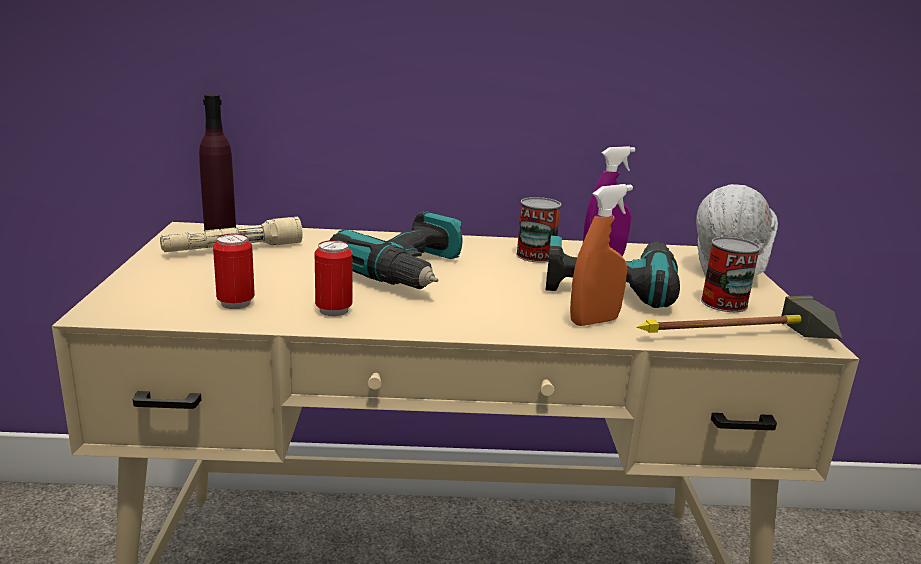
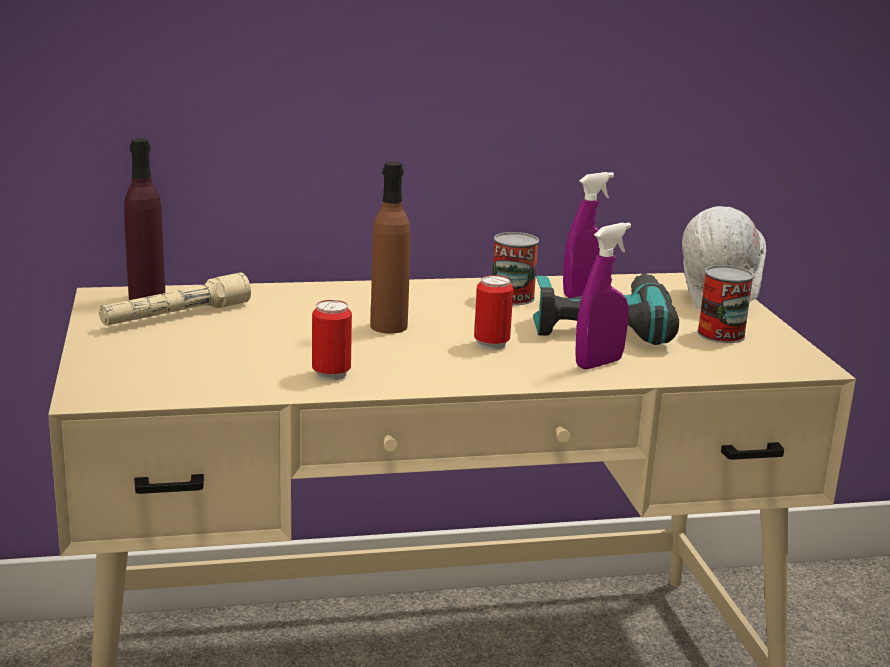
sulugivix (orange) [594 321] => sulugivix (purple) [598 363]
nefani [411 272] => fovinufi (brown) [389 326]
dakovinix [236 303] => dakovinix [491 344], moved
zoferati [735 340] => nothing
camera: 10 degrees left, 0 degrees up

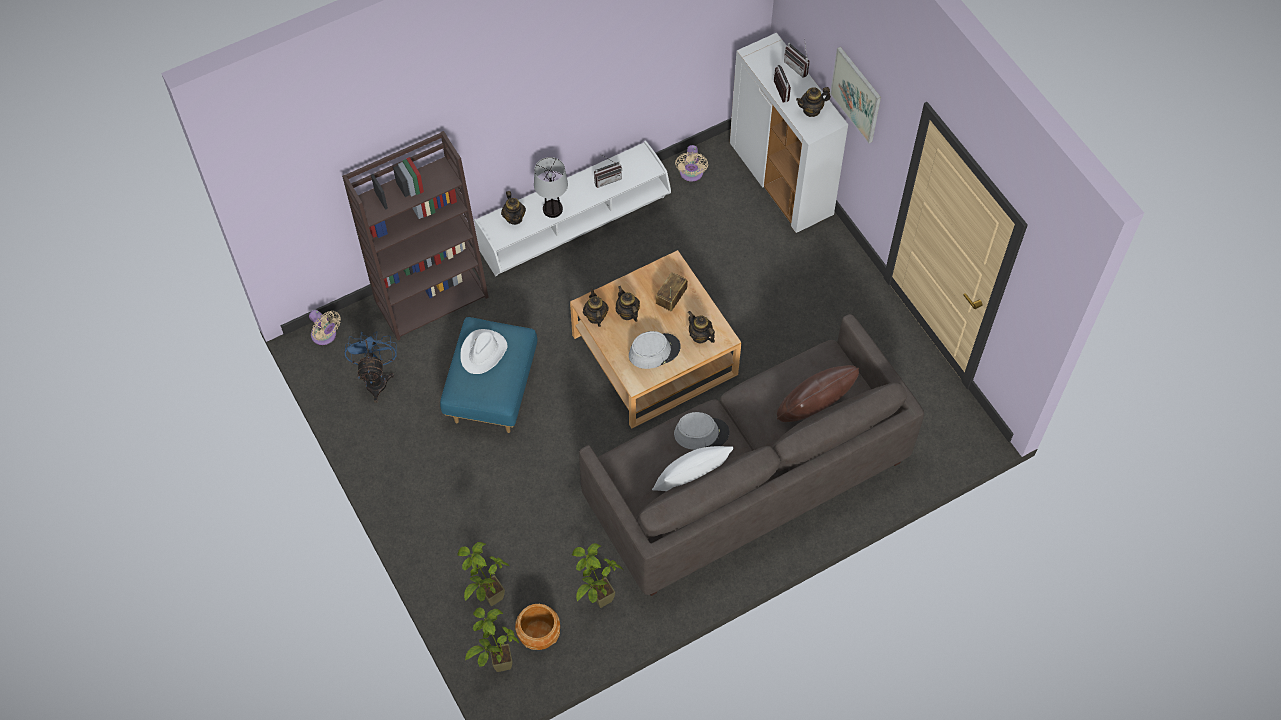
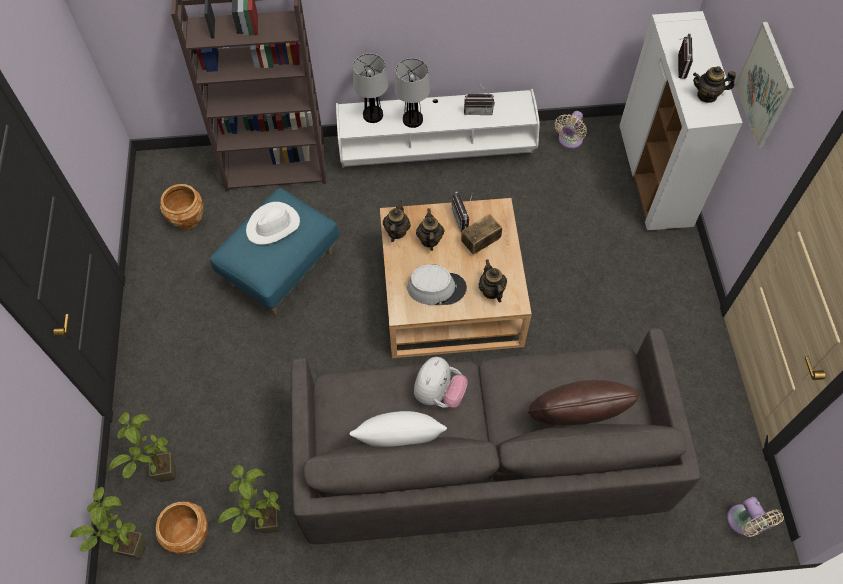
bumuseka [798 66] => bumuseka [463 219], moved
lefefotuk [514 218] => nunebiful [373 115]
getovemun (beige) [325 336] => getovemun (beige) [744 523], moved
getovemun (blue) [376 379] => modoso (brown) [187 218]
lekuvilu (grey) [701 433] => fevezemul [438 394]
camera: 25 degrees right, 0 degrees up

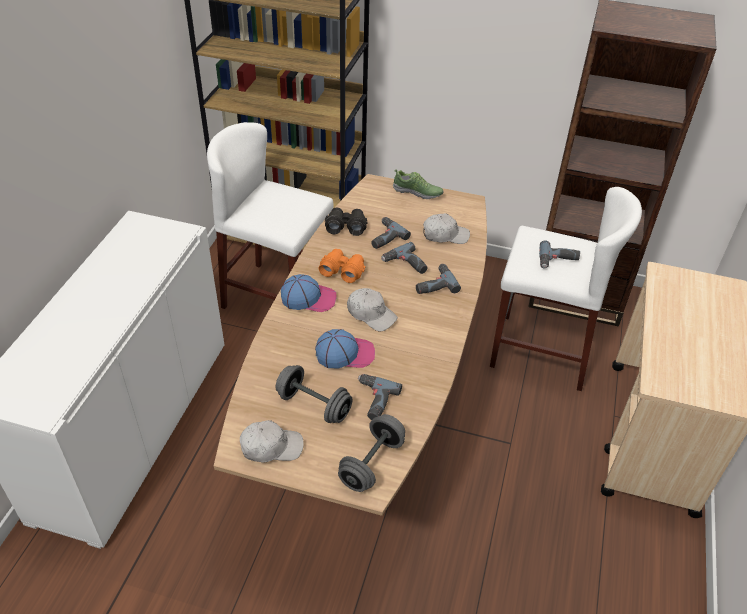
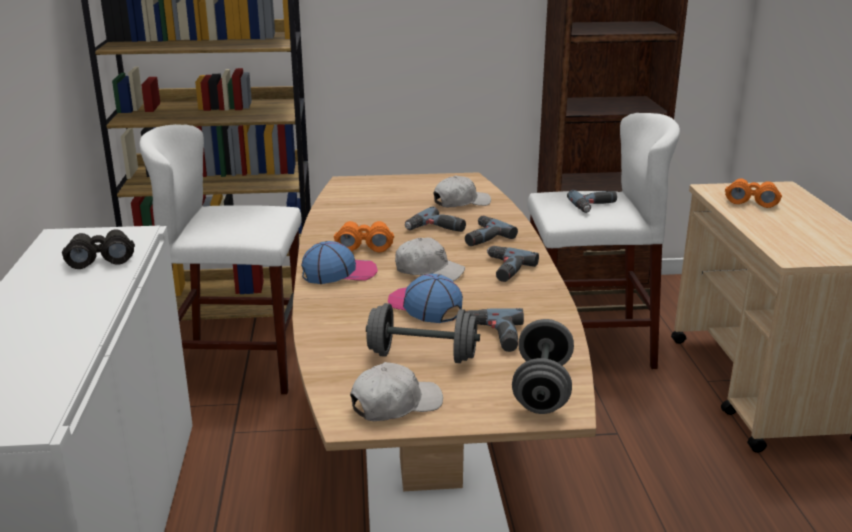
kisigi [417 192] => nothing
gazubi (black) [346 226] => gazubi (black) [100 259], moved
nefani [384 237] => nefani [503 269], moved
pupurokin [345 353] => pupurokin [424 306], 105 degrees counterclockwise
nothing => gazubi (orange) [751 201]
camera: 20 degrees left, 20 degrees down

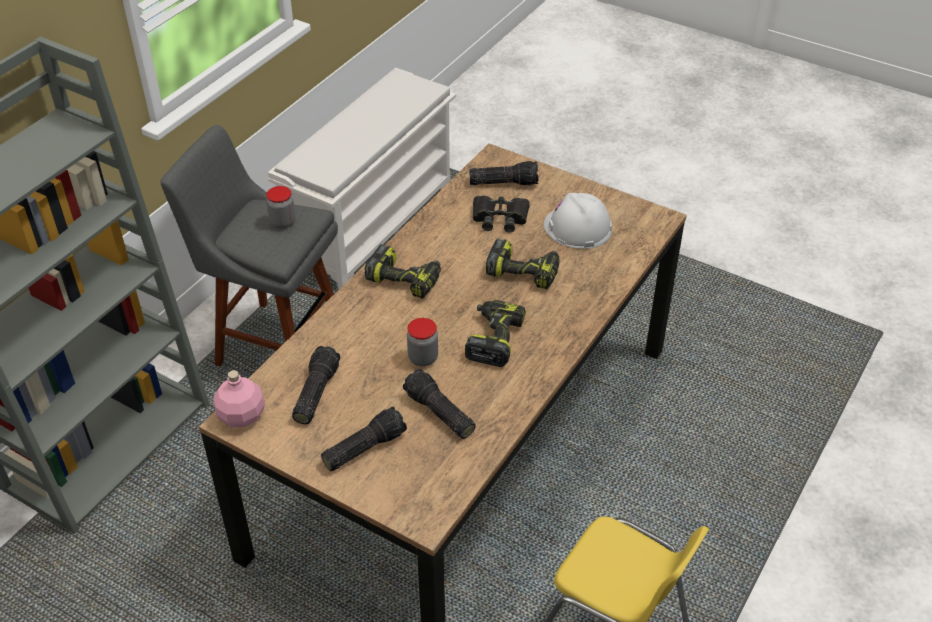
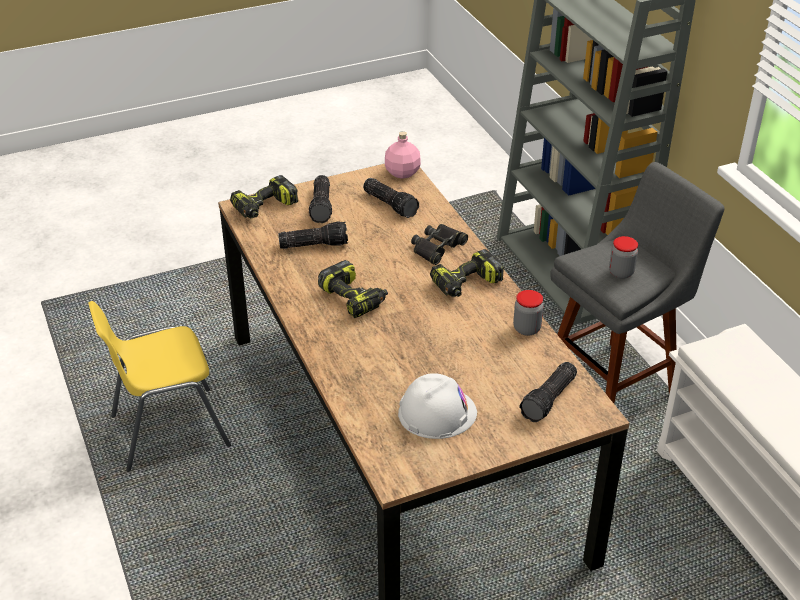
gazubi (black) [500 218] => gazubi (black) [437 248], moved
nefani [524 271] => nefani [265 208], moved
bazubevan [423 358] => bazubevan [526 328], moved
camera: 125 degrees right, 5 degrees down

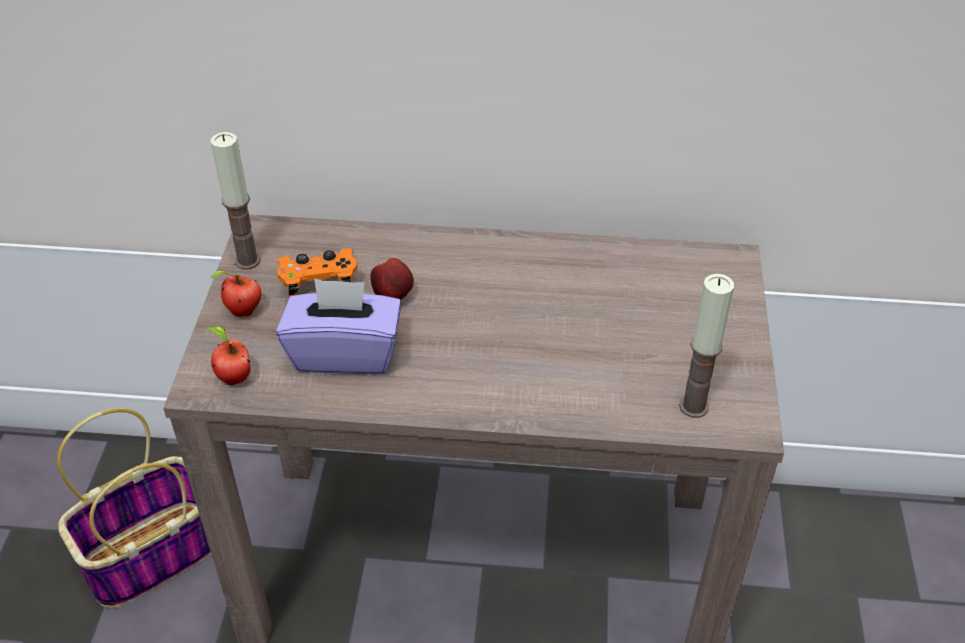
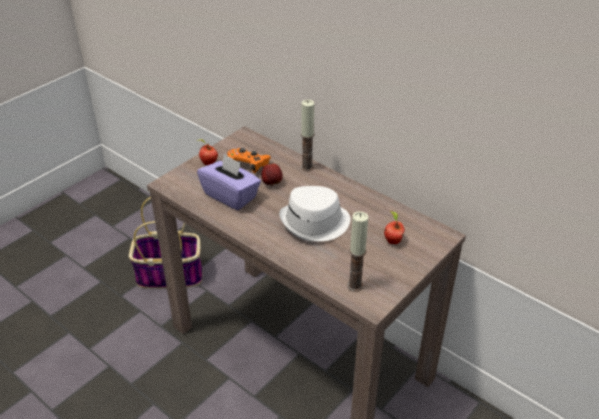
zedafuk [247 260] => zedafuk [307 167], moved
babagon [233 378] => babagon [392 241], moved
nothing => lekuvilu (white) [315 223]
camera: 35 degrees right, 5 degrees down

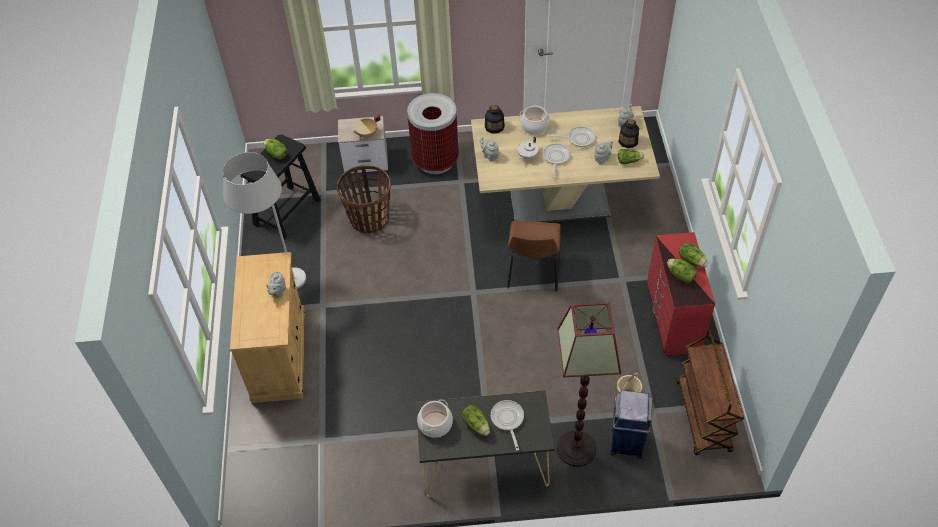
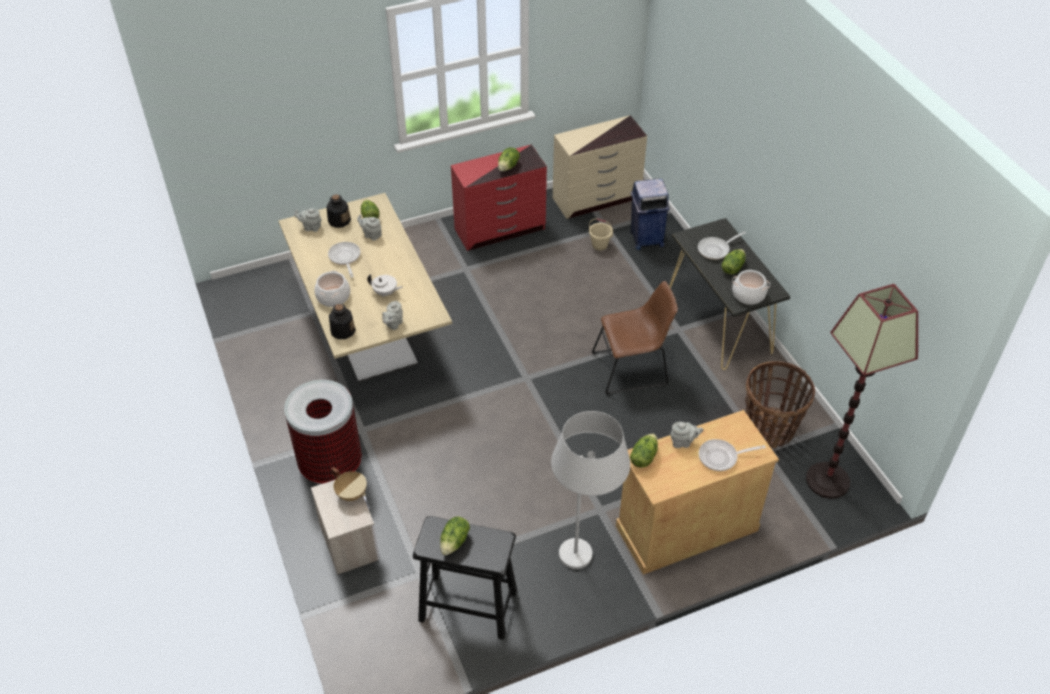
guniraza [555 158] => guniraza [721 457], moved
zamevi [369 219] => zamevi [770 428], moved
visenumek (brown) [533 271] => visenumek (brown) [633 368], moved
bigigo [691 260] => bigigo [643 457], moved
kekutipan [576 449] => kekutipan [827 480], moved
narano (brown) [703 417] => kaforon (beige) [597 199]
camera: 110 degrees left, 5 degrees down

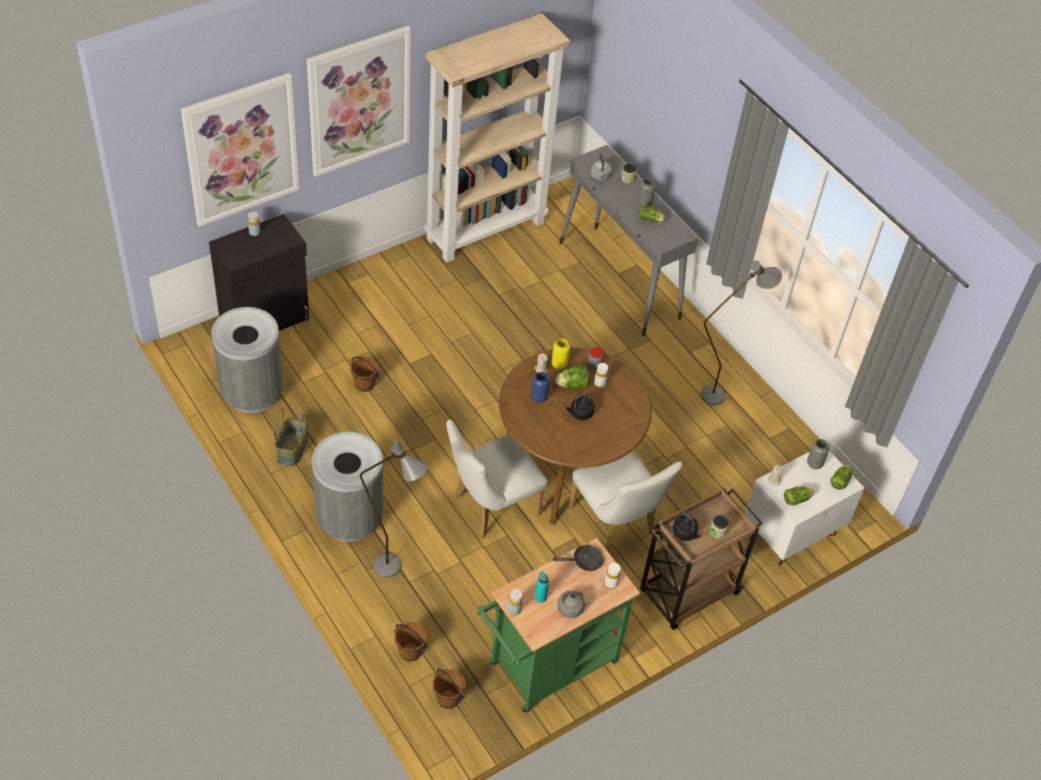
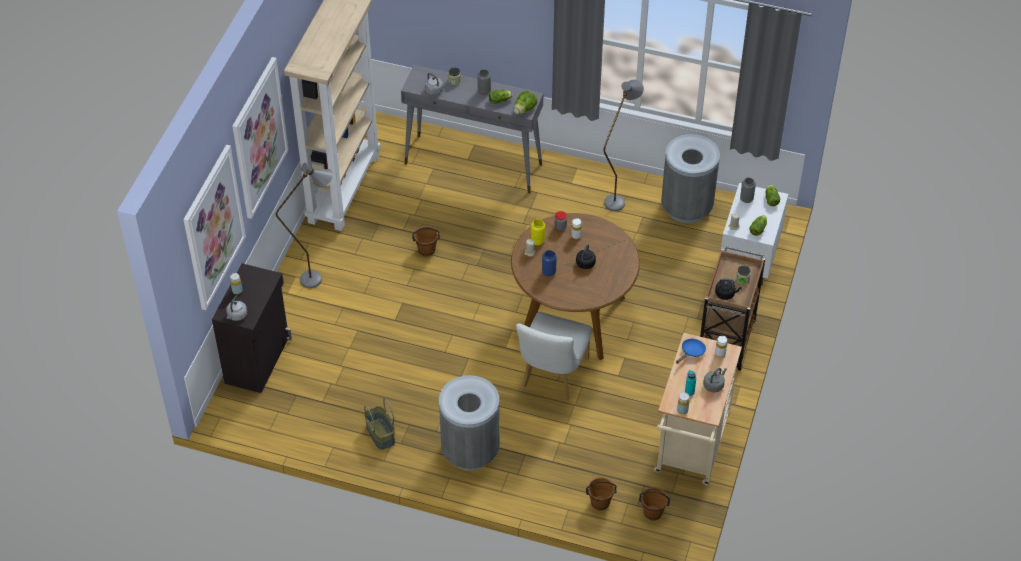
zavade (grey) [252 393] => zavade (grey) [686 207], moved
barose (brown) [365 384] => barose (brown) [426 250], moved
bigigo [572 385] => bigigo [524 109], moved
kekutipan (grey) [396 570] => kekutipan (grey) [319 278], moved
visenumek (white) [616 525] => nothing
narano (green) [546 668] => narano (beige) [691 449]
guniraza (black) [584 561] => guniraza (blue) [691 352]
nothing => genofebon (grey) [236 316]
camera: 35 degrees left, 0 degrees up

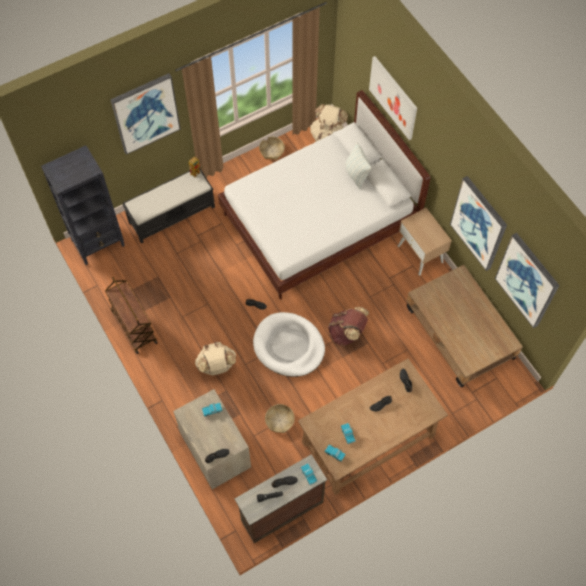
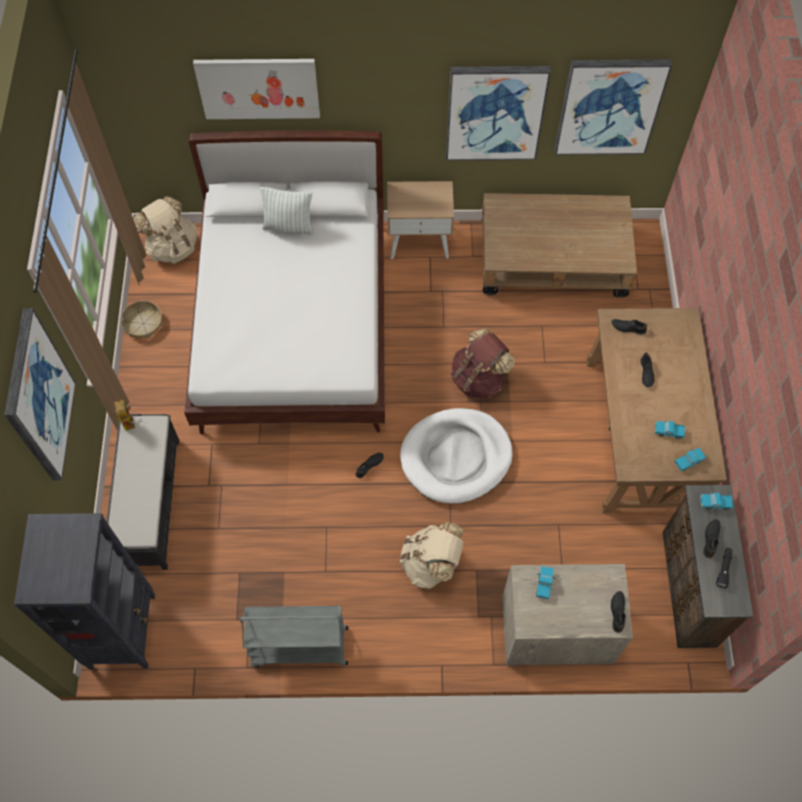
narano (brown) [134 326] => narano (grey) [299 647]
zamevi [279 420] => nothing
camera: 60 degrees left, 0 degrees up

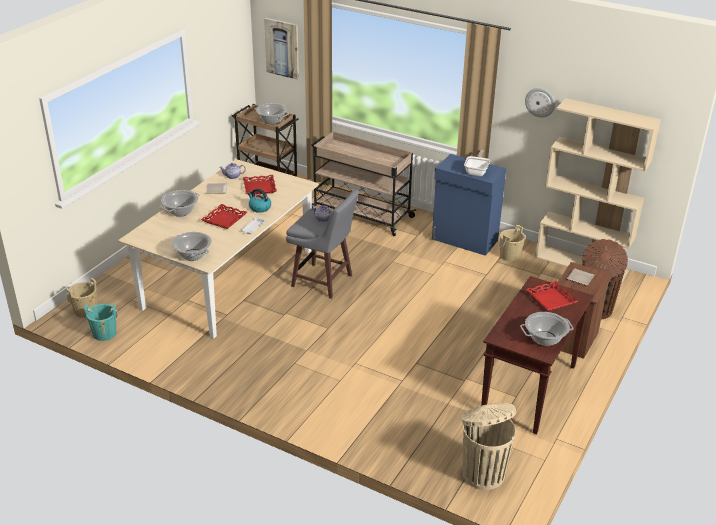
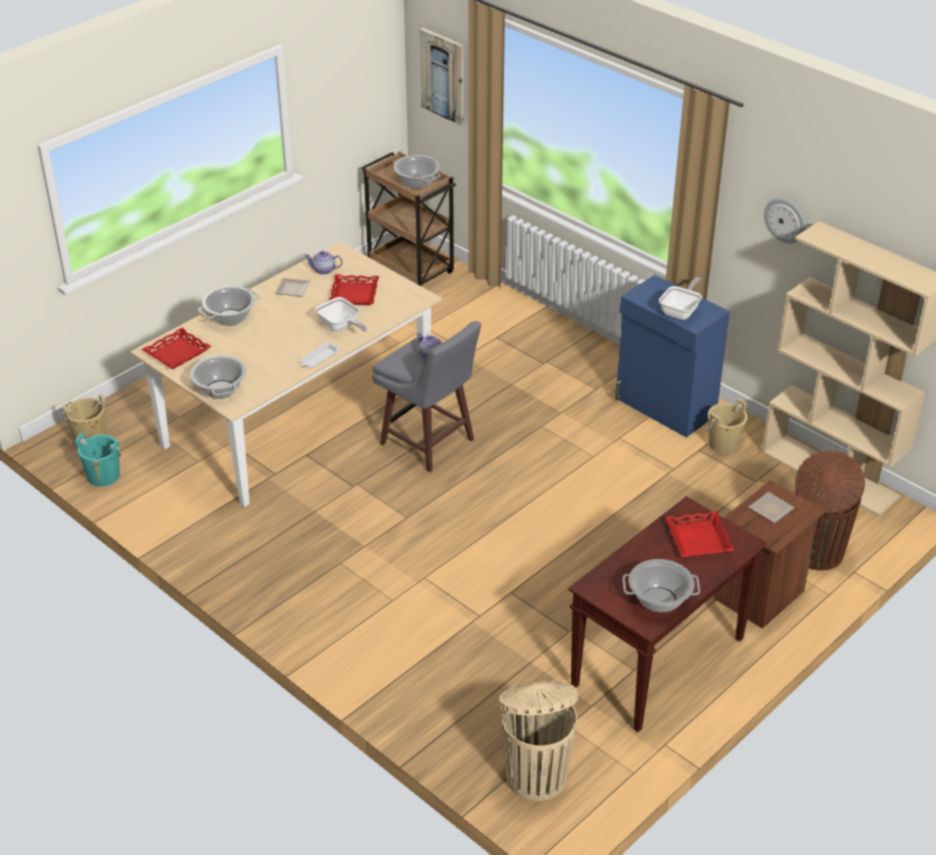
narano (beige) [360 213] => nothing
genofebon [259 208] => guniraza [340 327]
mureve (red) [224 219] => mureve (red) [177 353], moved
camera: 15 degrees right, 5 degrees up

